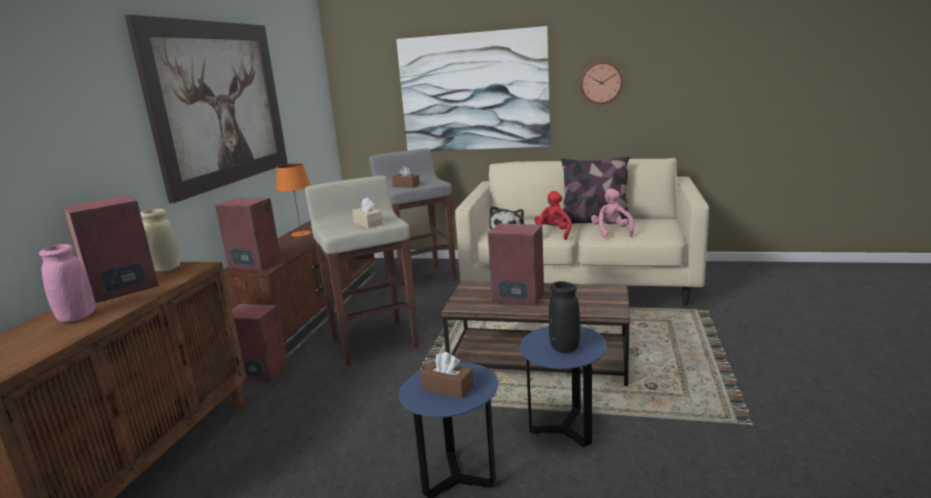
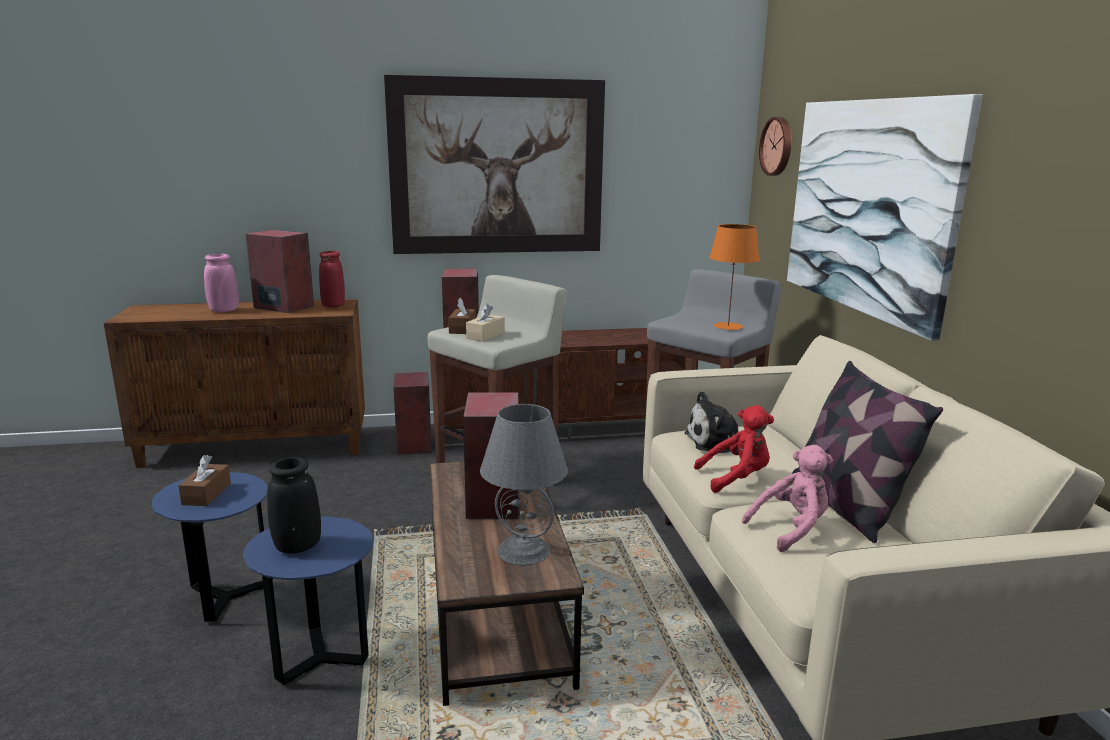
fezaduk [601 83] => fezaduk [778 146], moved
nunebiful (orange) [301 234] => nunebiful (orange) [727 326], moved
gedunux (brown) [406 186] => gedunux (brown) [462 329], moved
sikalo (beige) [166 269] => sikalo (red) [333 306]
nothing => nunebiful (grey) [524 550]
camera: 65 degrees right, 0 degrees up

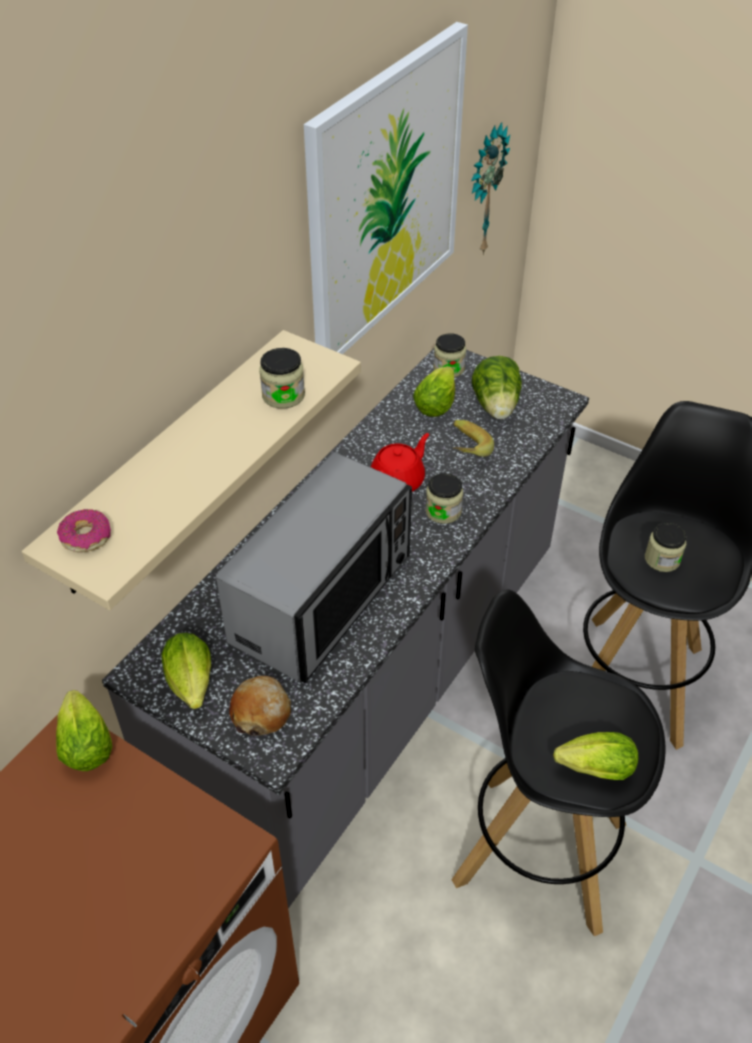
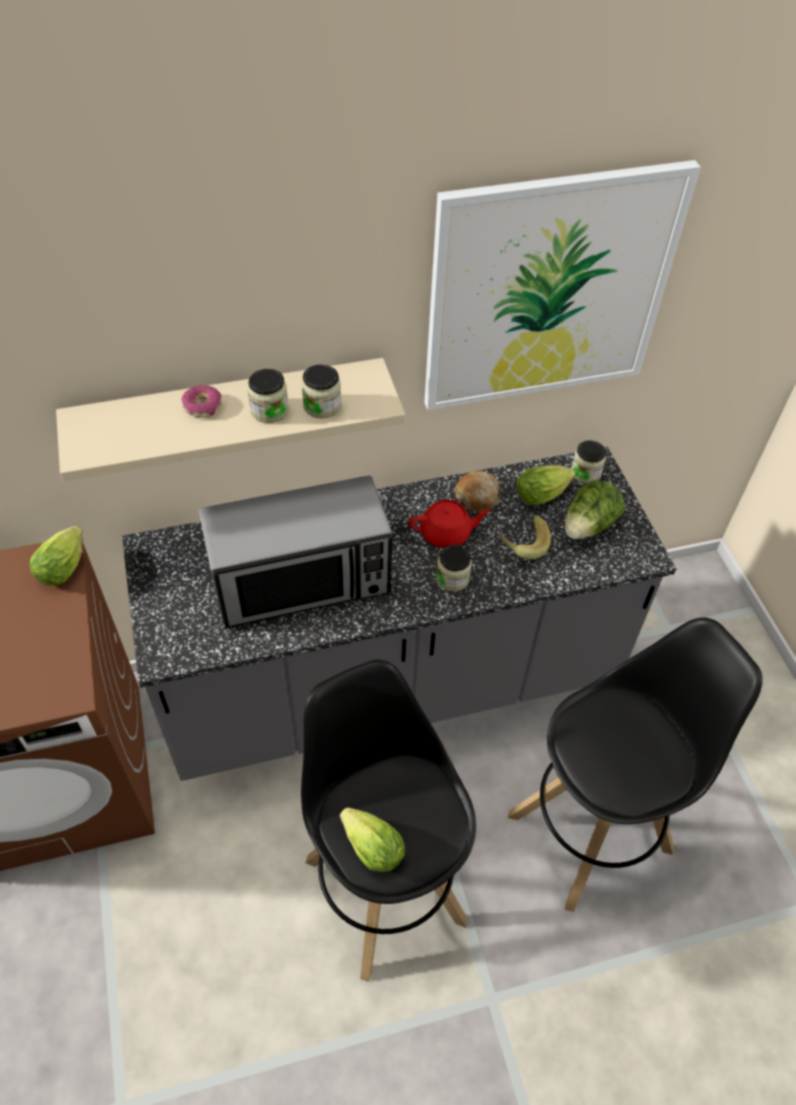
fezaduk [483 191] => nothing
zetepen [86 537] => zetepen [203 406], moved
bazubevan [662 559] => bazubevan [269 410], moved
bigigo [192 686] => nothing
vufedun [261 712] => vufedun [477 497], moved
camera: 40 degrees right, 5 degrees up

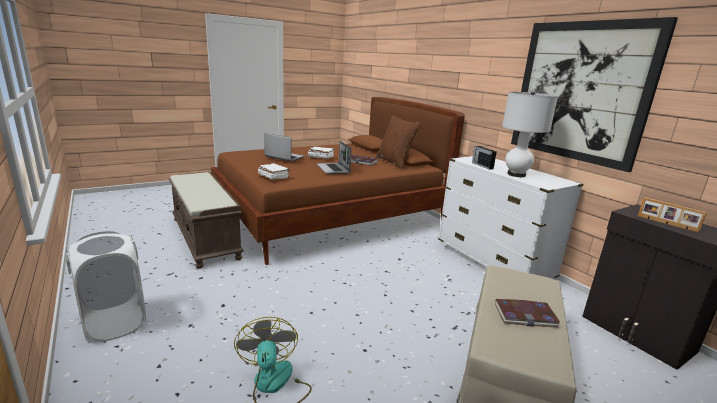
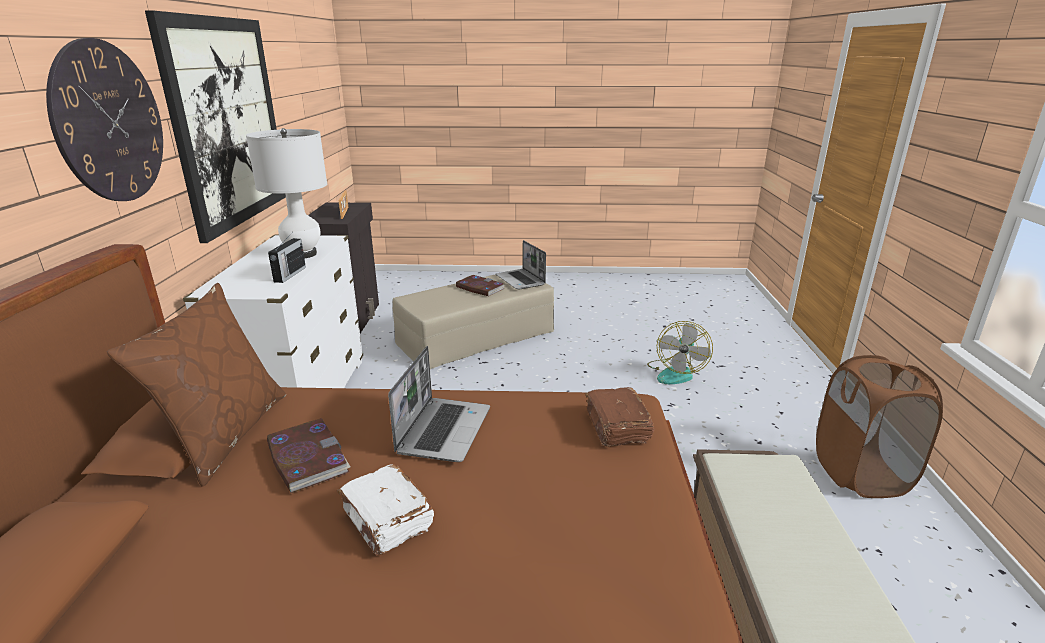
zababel [283 157] => zababel [521 280], moved
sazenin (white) [273 177] => sazenin (brown) [617 427]
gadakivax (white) [114 322] => gadakivax (brown) [860 474]
nothing => fezaduk [109 122]
camera: 145 degrees left, 5 degrees up

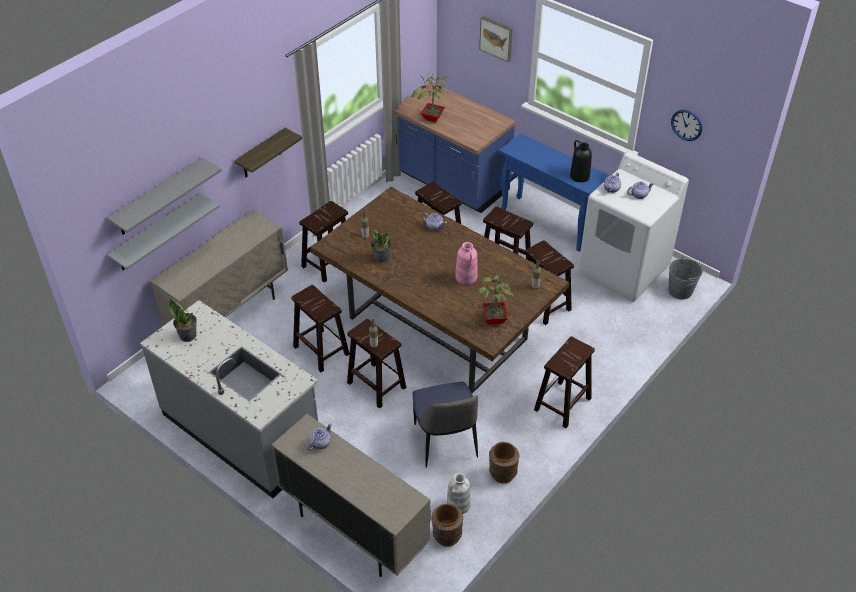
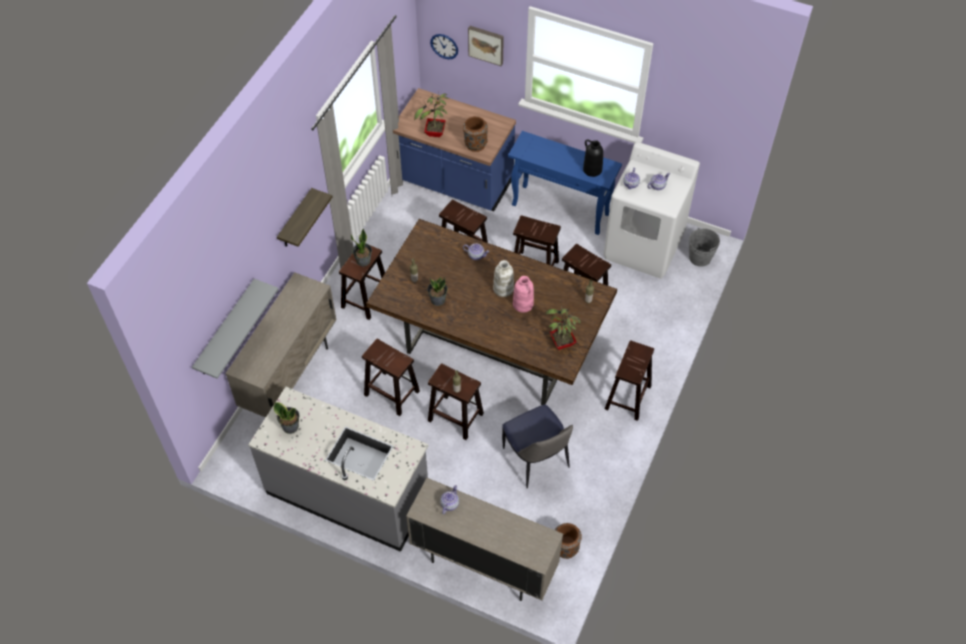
fezaduk [686 125] => fezaduk [444 46], moved
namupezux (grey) [158 197] => nothing
sikalo (brown) [502 473] => sikalo (brown) [475 144], moved
sikalo (white) [458 505] => sikalo (white) [503 289], moved
nothing => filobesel [363 261]
camera: 15 degrees left, 10 degrees up

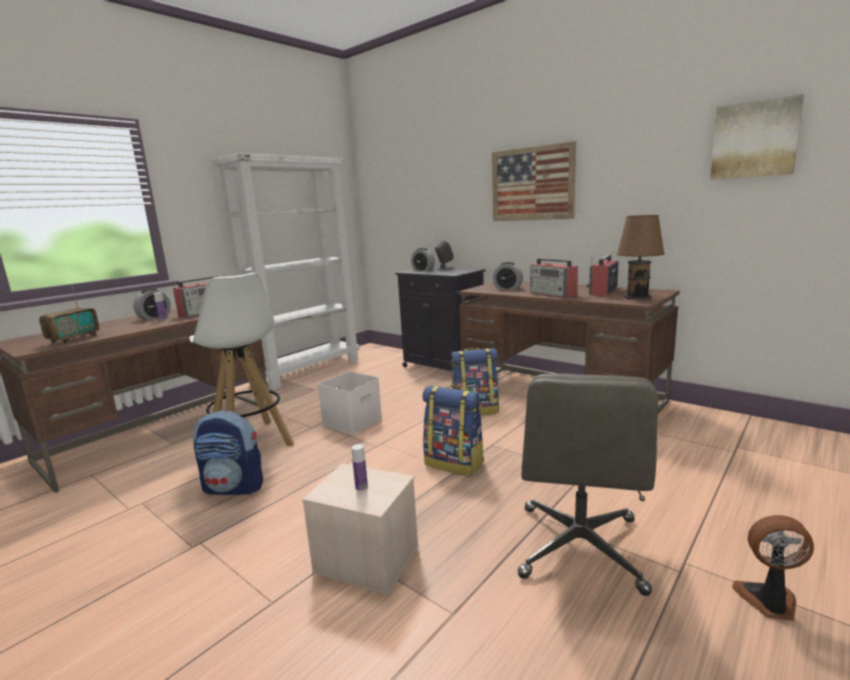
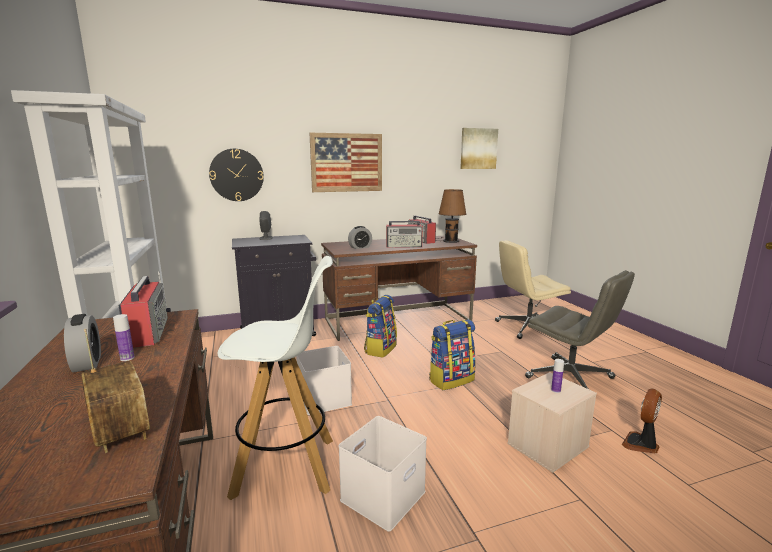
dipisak [423 270] => nothing
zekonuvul [234 487] => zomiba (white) [383 494]
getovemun [768 602] => getovemun [641 444], moved
nothing => fezaduk [236 175]
nothing => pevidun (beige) [527 328]
camera: 60 degrees left, 0 degrees up

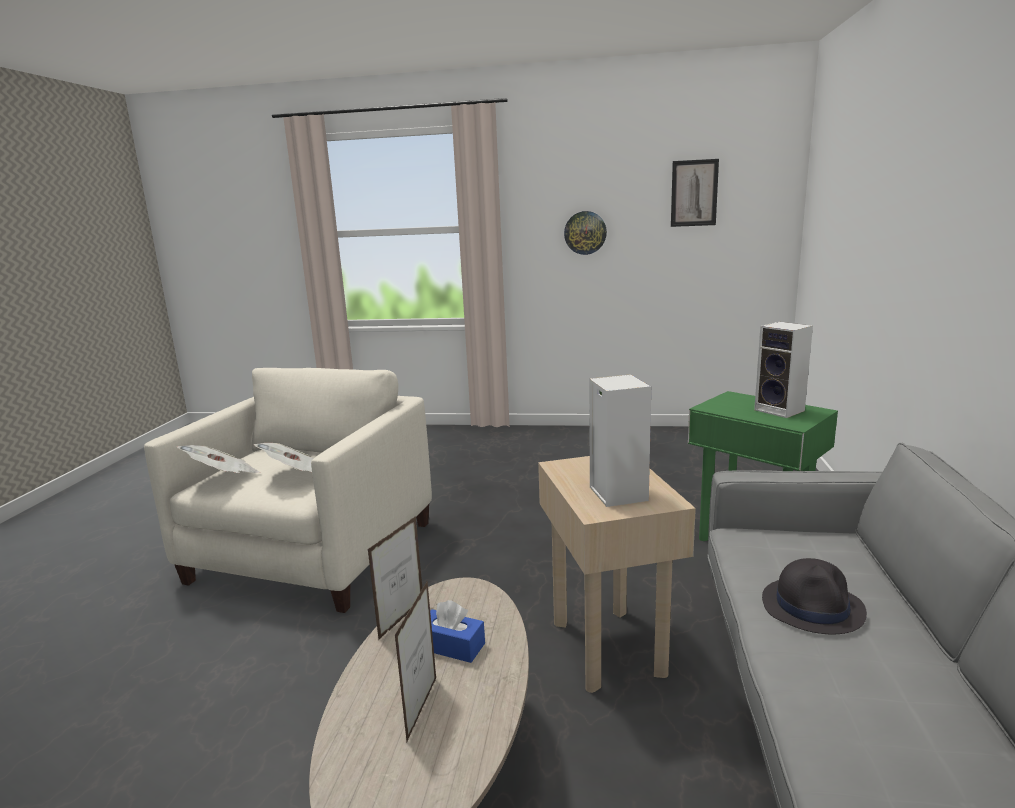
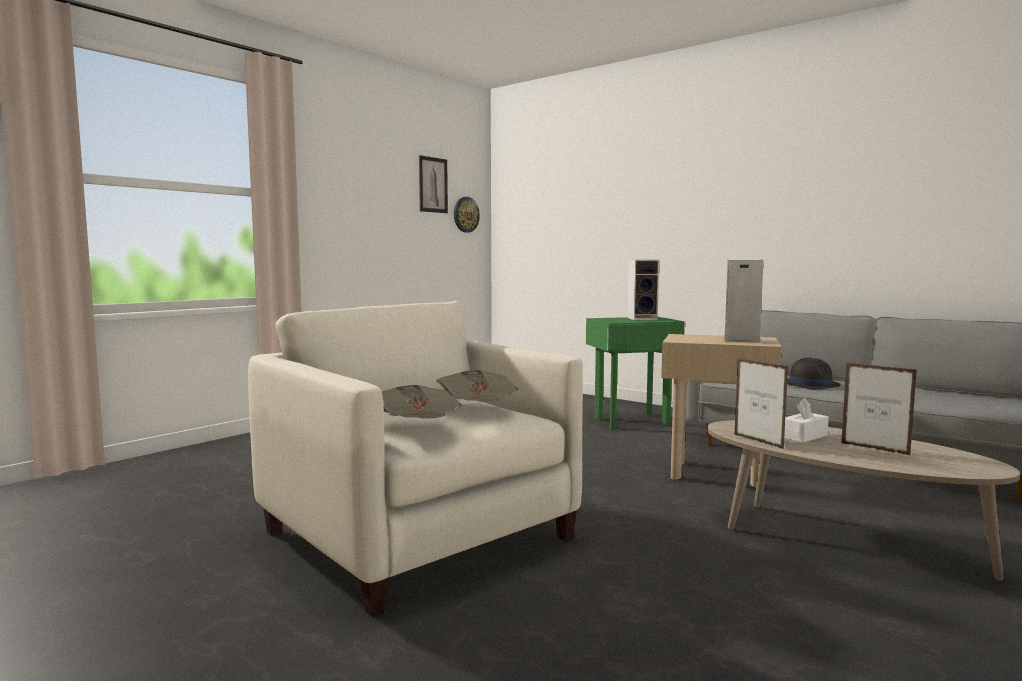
fezaduk [585 233] => fezaduk [465 214], moved
gedunux (blue) [451 646] => gedunux (white) [804 436]
camera: 60 degrees left, 10 degrees down

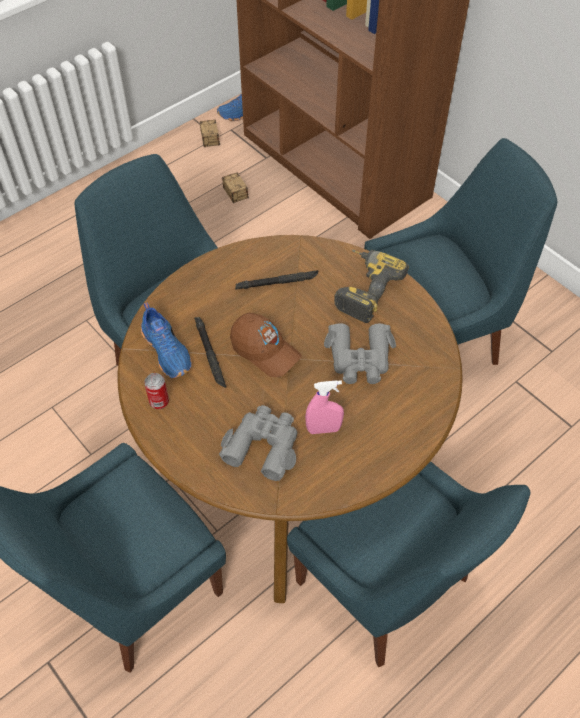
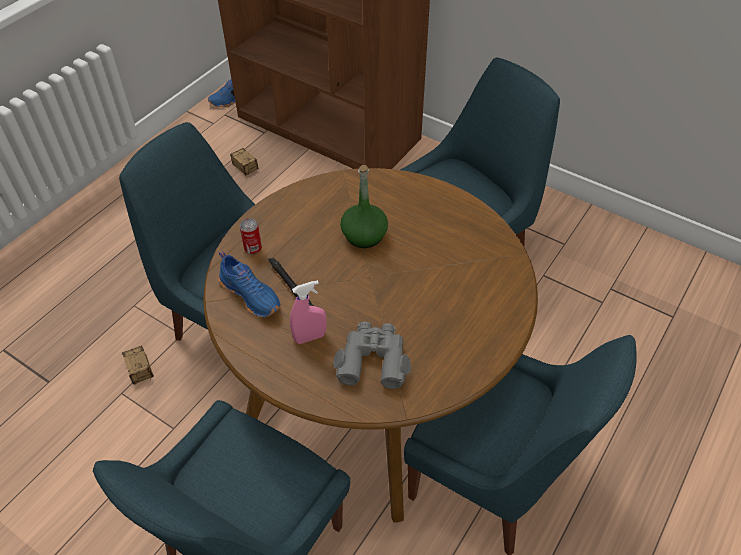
zomiba [212 150] => zomiba [145 385], moved
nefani [363 288] => nothing
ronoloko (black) [277 282] => nothing
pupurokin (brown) [265 351] => nothing
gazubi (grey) [360 359] => nothing
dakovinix [159 402] => dakovinix [253 249], moved
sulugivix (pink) [323 429] => sulugivix (pink) [310 337], moved
nothing => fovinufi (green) [364 236]
camera: 15 degrees left, 5 degrees down

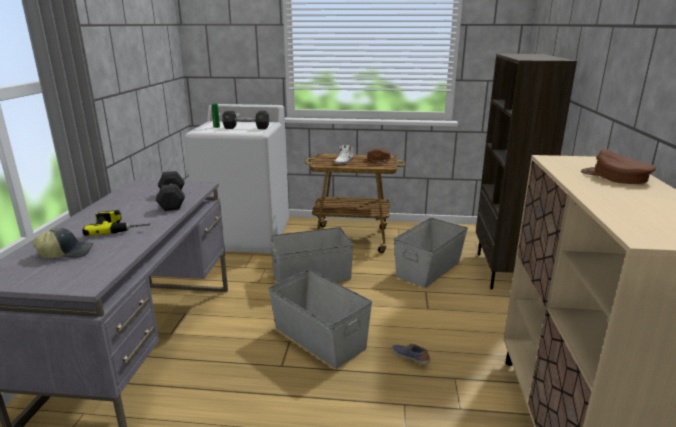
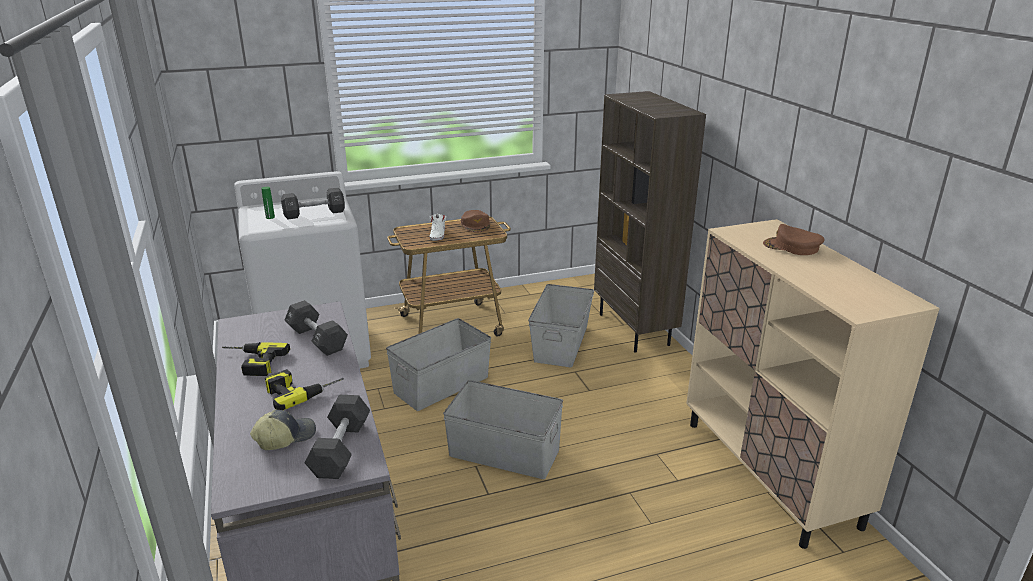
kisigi [410 358] => nothing
nothing => nefani [250 362]
nothing => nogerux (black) [340 449]
camera: 25 degrees left, 5 degrees up

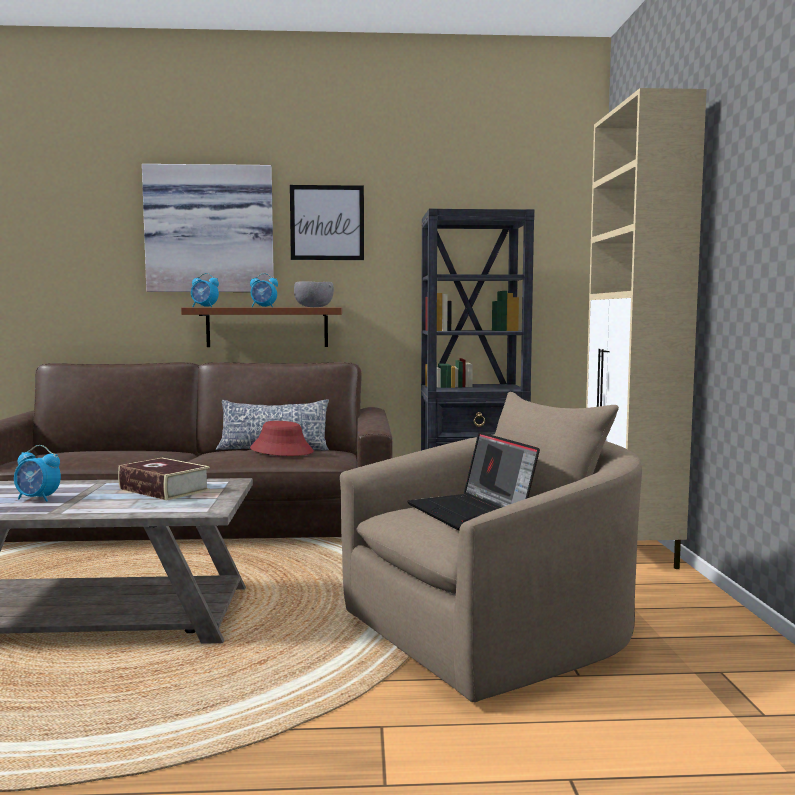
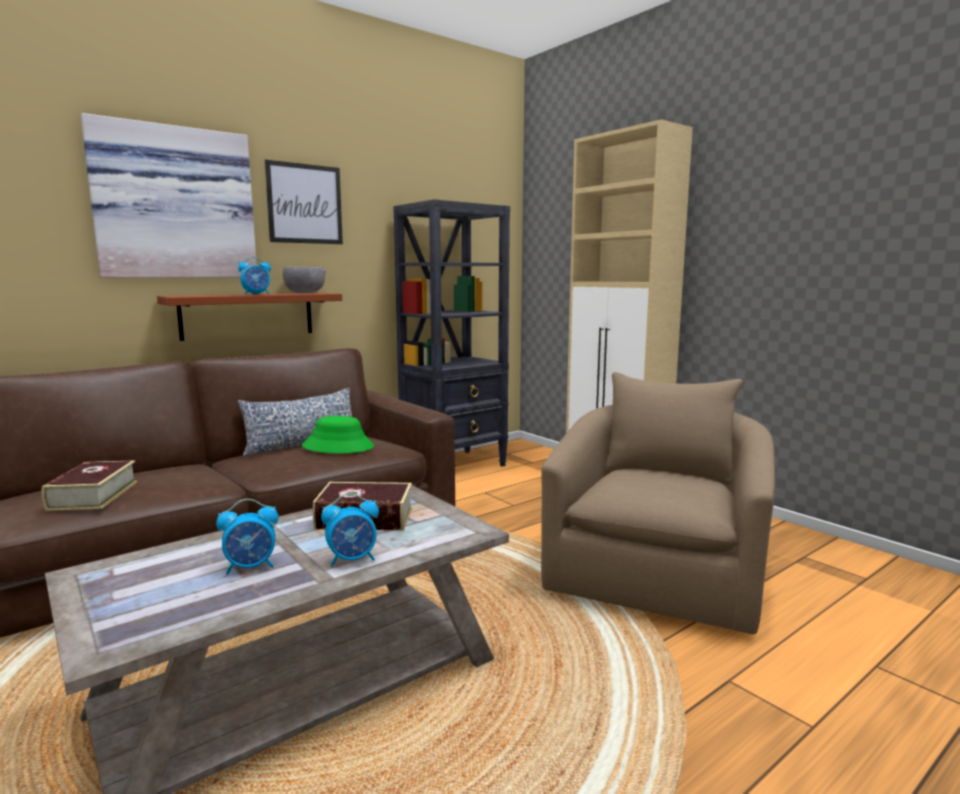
dipisak [204 307] => dipisak [352 559], moved
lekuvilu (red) [282 450] => lekuvilu (green) [338 447]
zababel [472 513] => nothing
nothing => sazenin [93 495]
camera: 35 degrees left, 5 degrees up

